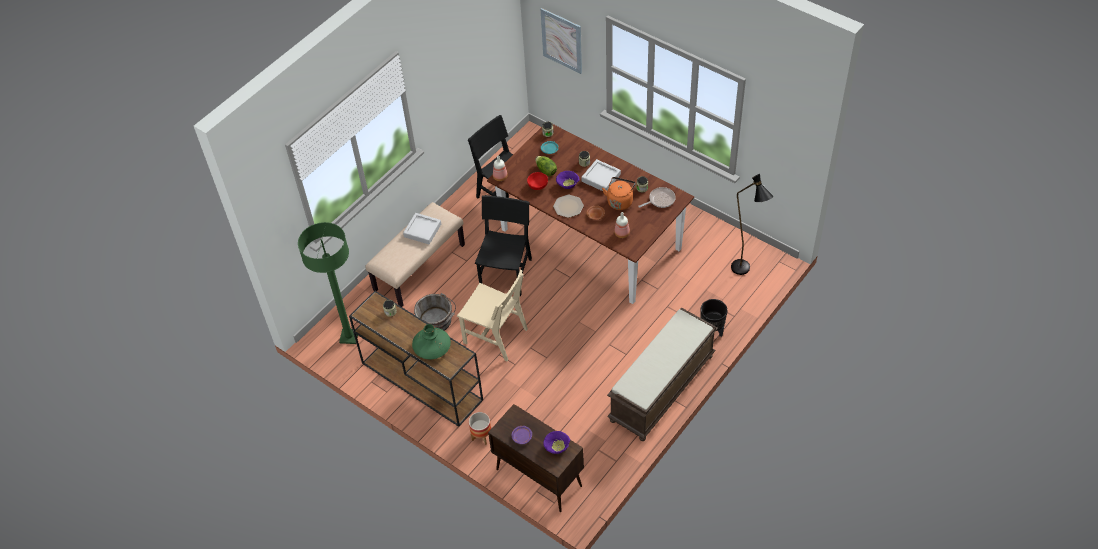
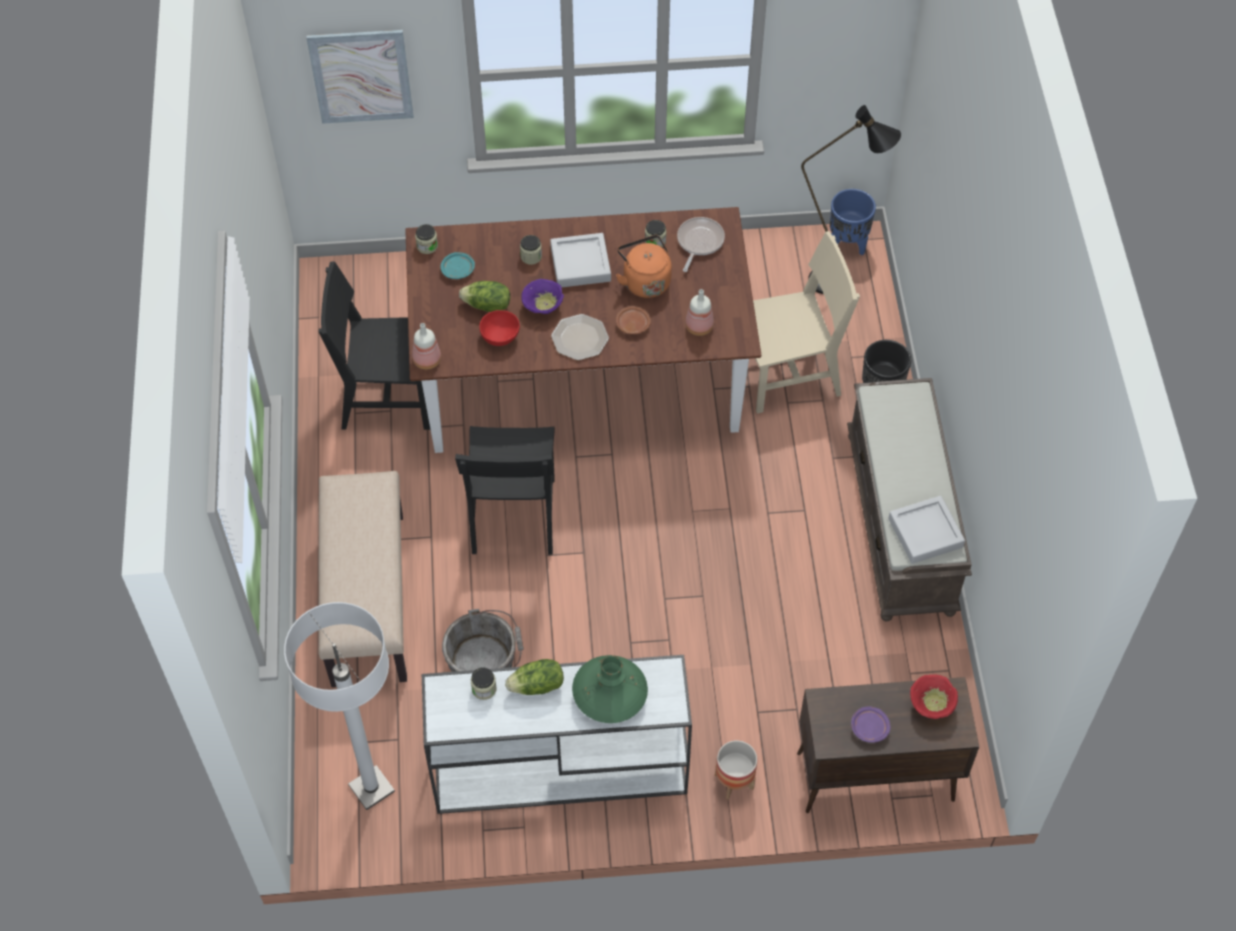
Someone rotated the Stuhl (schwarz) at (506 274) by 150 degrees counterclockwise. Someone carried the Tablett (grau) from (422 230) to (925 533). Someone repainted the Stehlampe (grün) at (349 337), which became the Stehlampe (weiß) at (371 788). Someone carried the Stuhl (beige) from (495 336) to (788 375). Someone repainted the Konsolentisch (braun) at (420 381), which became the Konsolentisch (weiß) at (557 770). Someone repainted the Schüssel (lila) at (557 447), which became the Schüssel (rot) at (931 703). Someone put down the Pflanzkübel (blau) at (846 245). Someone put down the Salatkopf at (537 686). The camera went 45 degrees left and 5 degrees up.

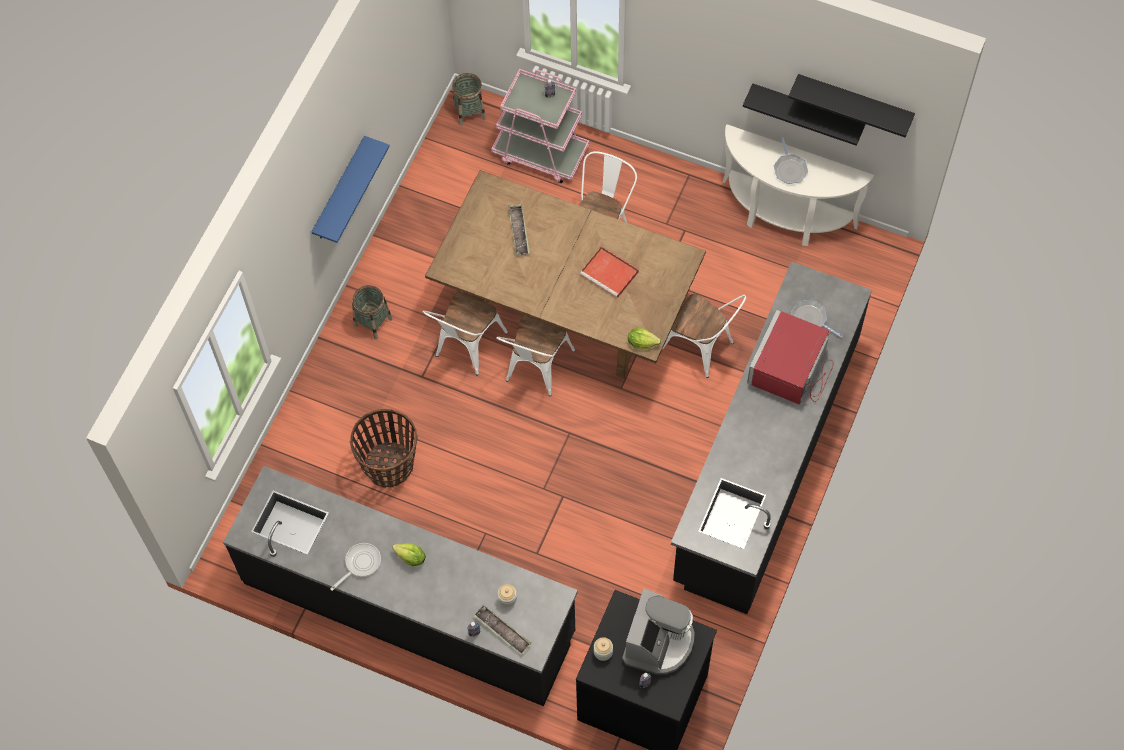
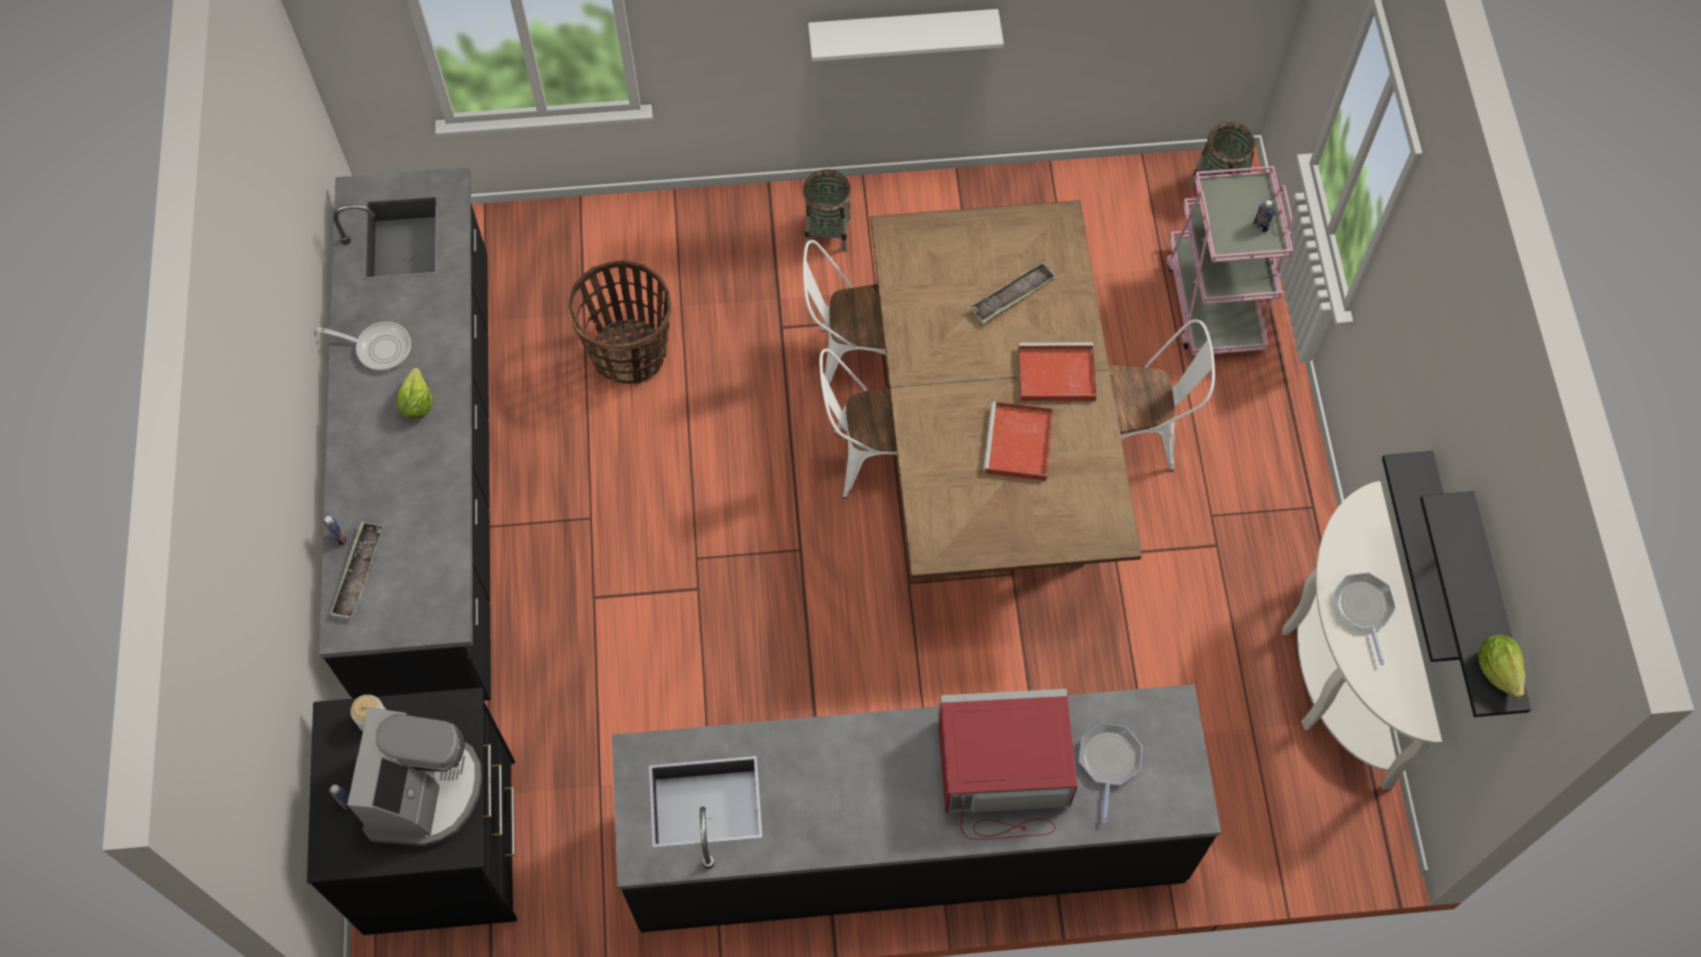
Someone repainted the Wandregal (blau) at (339 191), which became the Wandregal (weiß) at (902 31). Someone rotated the Pfanne at (789 169) by 120 degrees clockwise. Someone took away the Stuhl (weiß) at (702 349). Someone carried the Salatkopf from (642 343) to (1497 670). Someone took away the Vorratsglas at (507 599). Someone rotated the Kaffeemaschine at (658 642) by 75 degrees counterclockwise. Someone put down the Tablett (rot) at (1054 375). The camera went 60 degrees right and 0 degrees up.

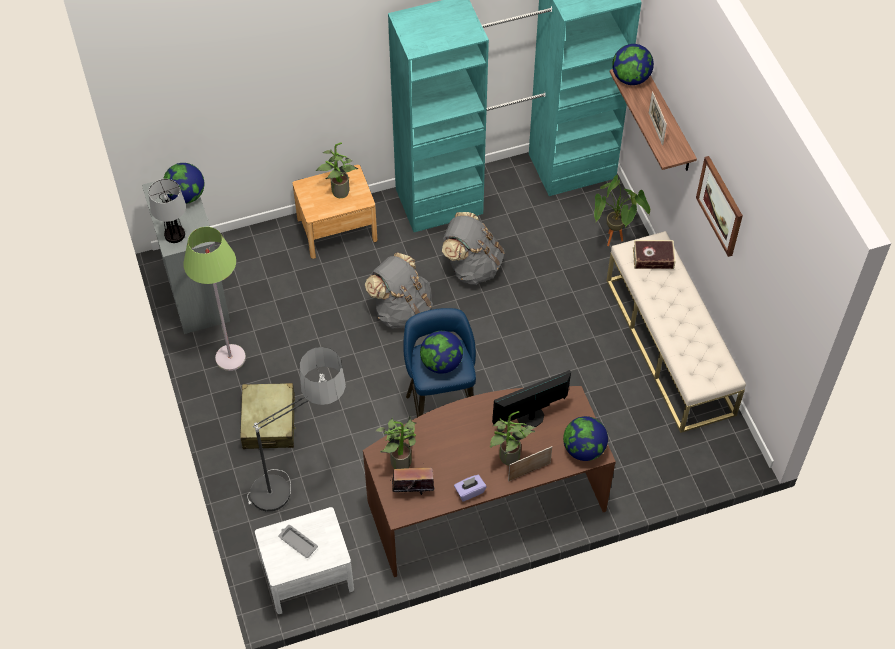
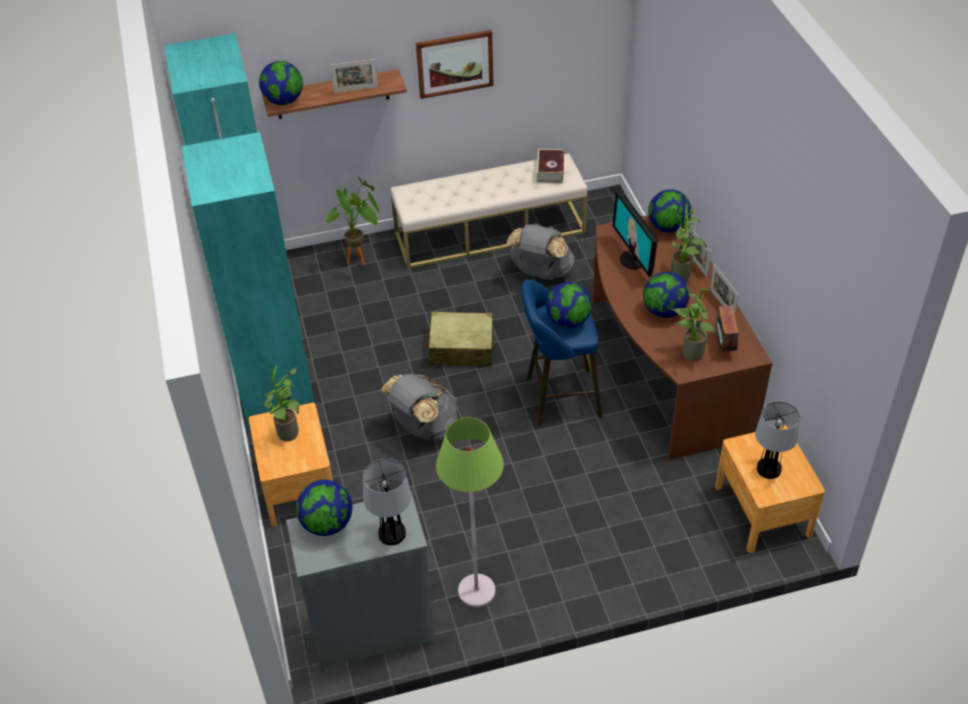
Someone carried the Rucksack (grau) from (472 266) to (541 273). Someone carried the Buch from (653 258) to (550 170). Someone took away the Stehlampe at (301 483). Someone carried the Koffer (beige) from (269 422) to (461 348). Someone swapped the Taschentuchbox (lila) at (469 491) for the Bilderrahmen at (722 304). Someone repainted the Nachttisch (weiß) at (307 575), which became the Nachttisch (braun) at (762 511). Someone swapped the Tablett (grau) at (297 542) for the Tischlampe at (769 469). Someone put down the Globus at (664 311). The camera went 85 degrees left and 10 degrees down.

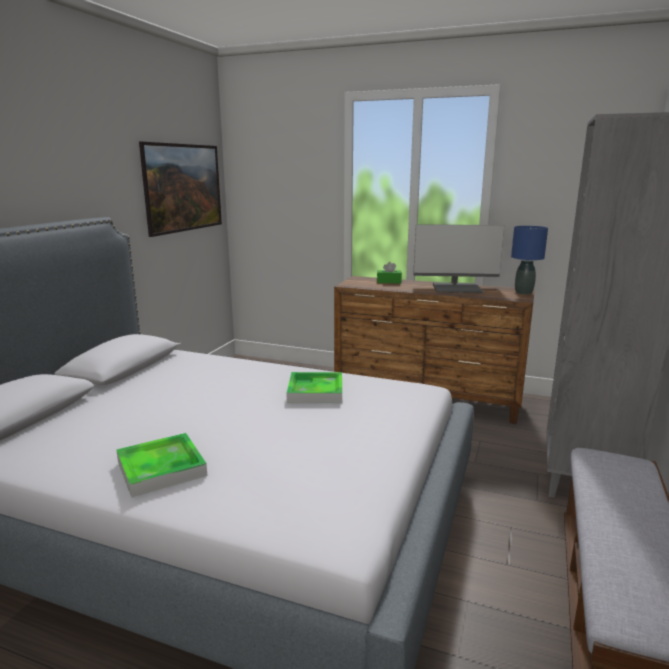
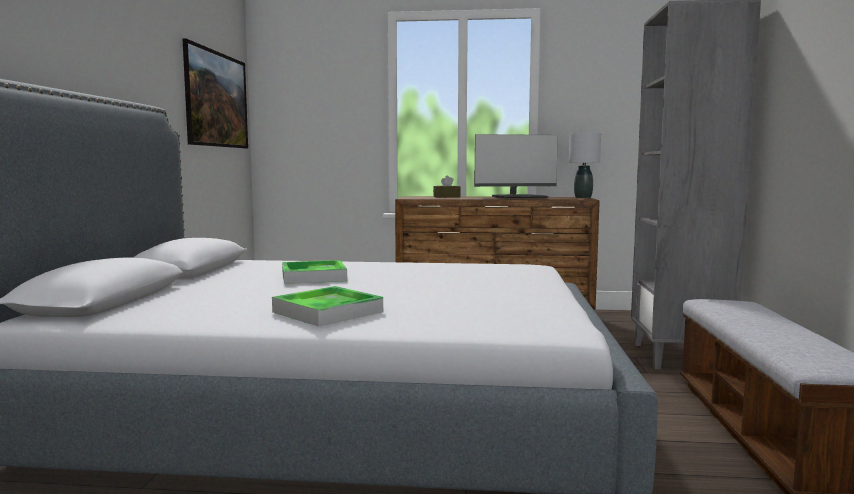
Someone repainted the Tischlampe (blau) at (524 292), which became the Tischlampe (grau) at (583 197). Someone repainted the Taschentuchbox (grün) at (389 281), which became the Taschentuchbox (braun) at (446 197). Someone carried the Tablett from (315 391) to (313 277). The camera went 15 degrees left and 10 degrees down.

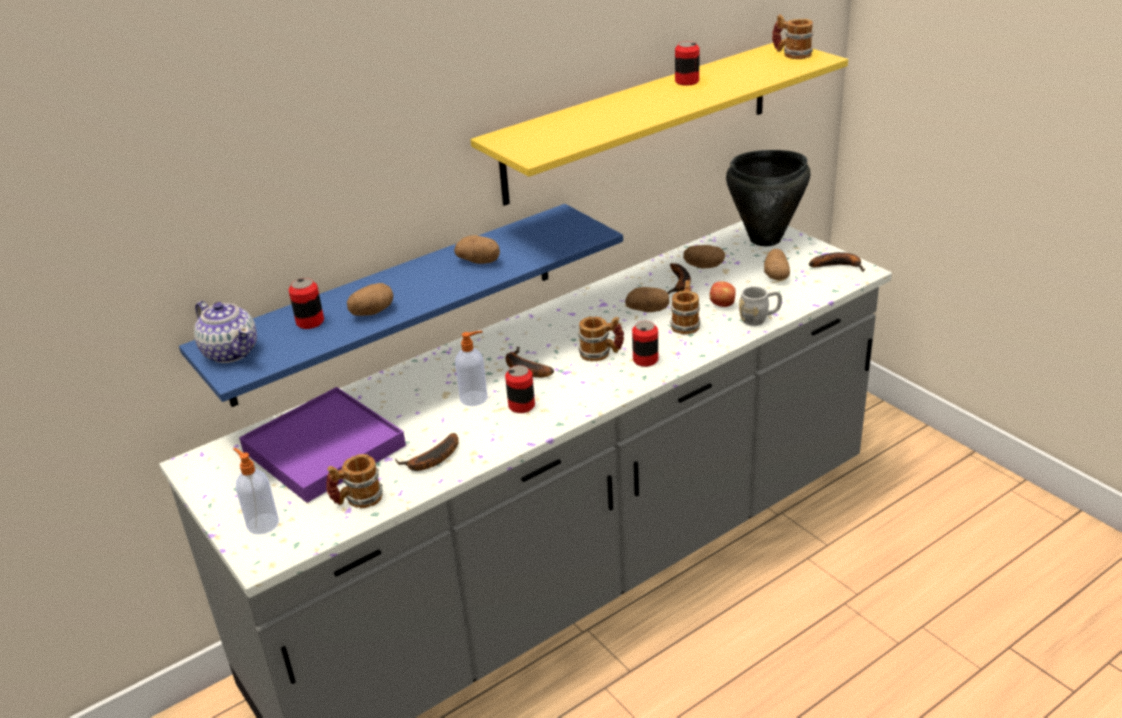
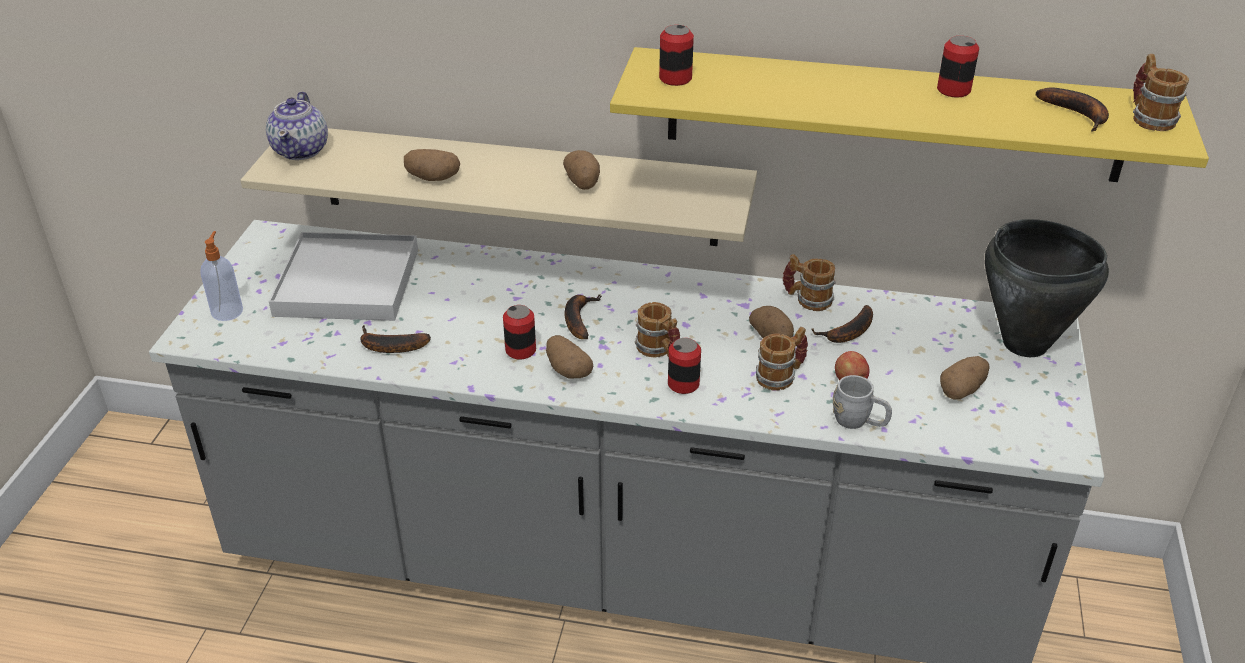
Someone repainted the Wandregal (blau) at (395 303), which became the Wandregal (beige) at (517 185). Someone carried the Kartoffel from (704 266) to (567 370). Someone carried the Banane from (839 266) to (1078 114). Someone carried the Dose from (310 322) to (675 78). Someone took away the Seifenspender at (475 398). Someone repainted the Tablett (lila) at (324 449), which became the Tablett (weiß) at (347 282). Someone carried the Henkelbecher from (357 500) to (807 299). The camera went 45 degrees right and 5 degrees up.

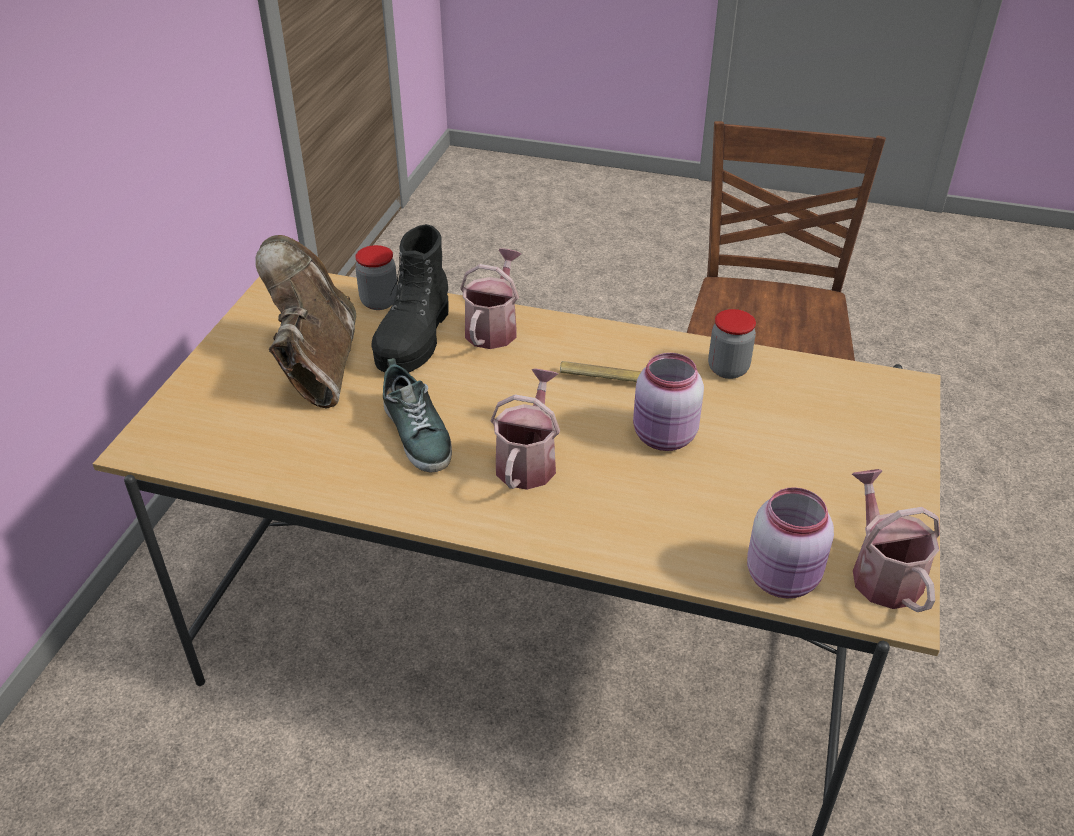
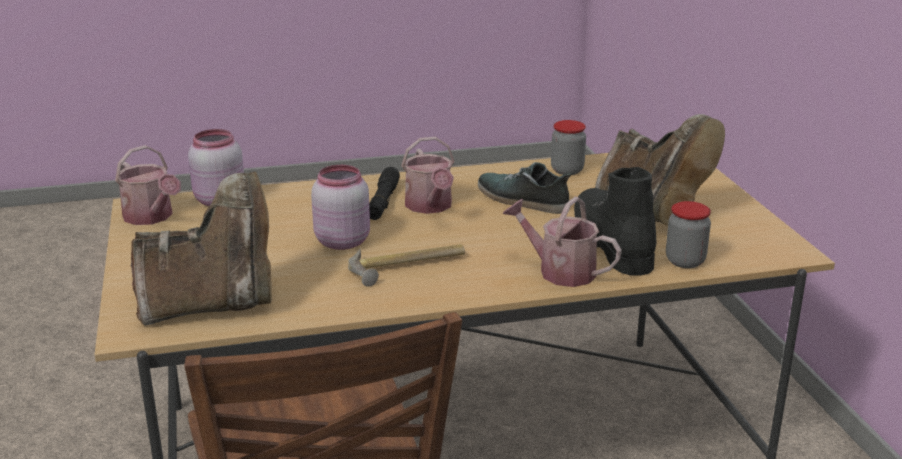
Someone rotated the Gießkanne at (493 327) by 135 degrees clockwise. Someone carried the Vorratsglas from (728 369) to (567 170). Someone put down the Taschenlampe (schwarz) at (383 202). Someone put down the Stiefel (braun) at (214 305). The camera went 150 degrees right and 15 degrees down.

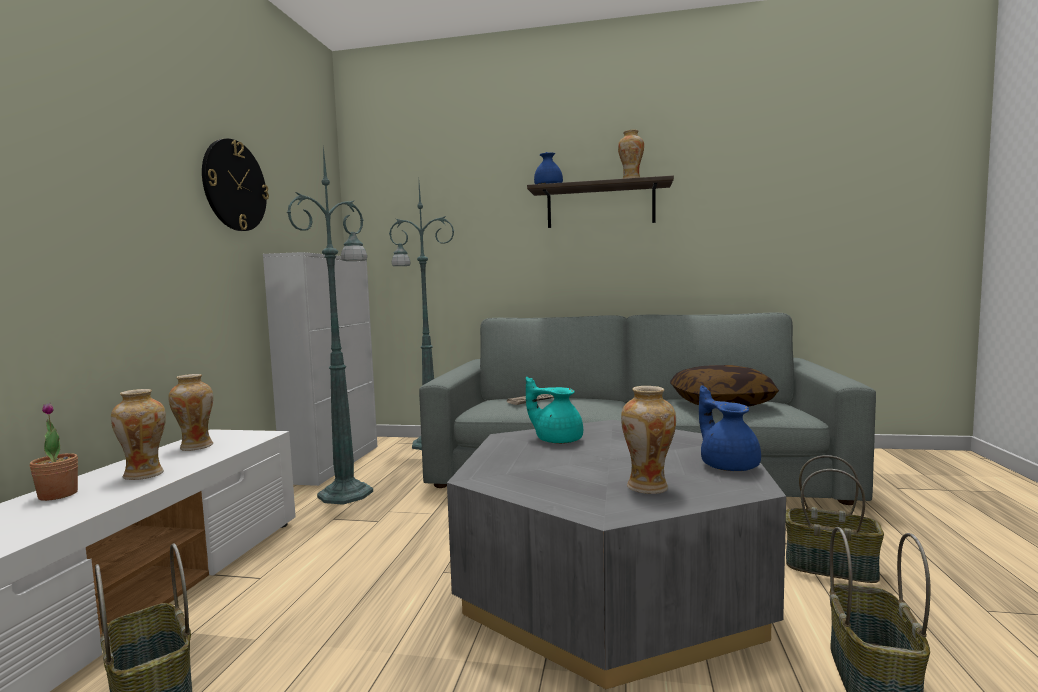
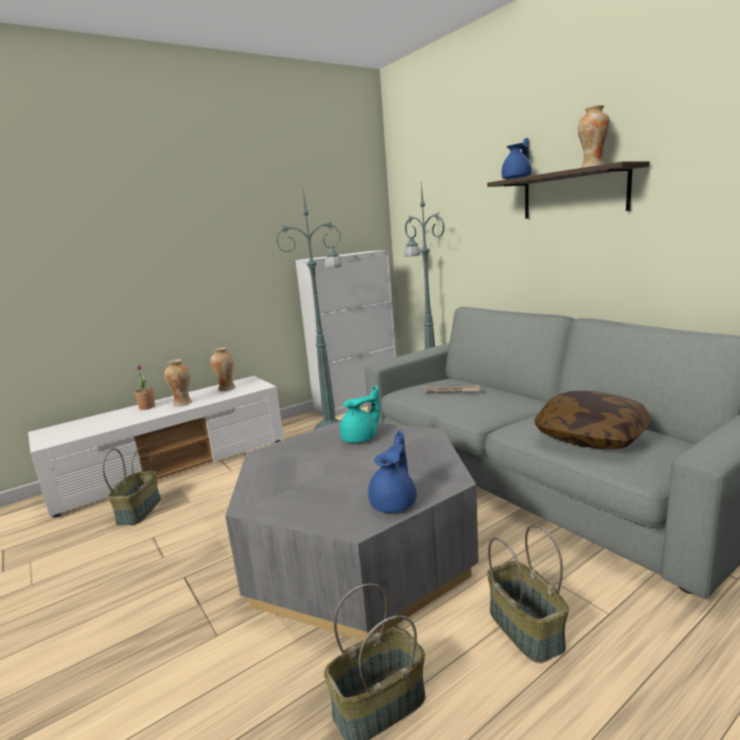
Someone took away the Wanduhr at (234 185). Someone rotated the Teekanne (türkis) at (557 440) by 75 degrees clockwise. Someone took away the Vase at (648 487). The camera went 45 degrees right and 10 degrees up.

